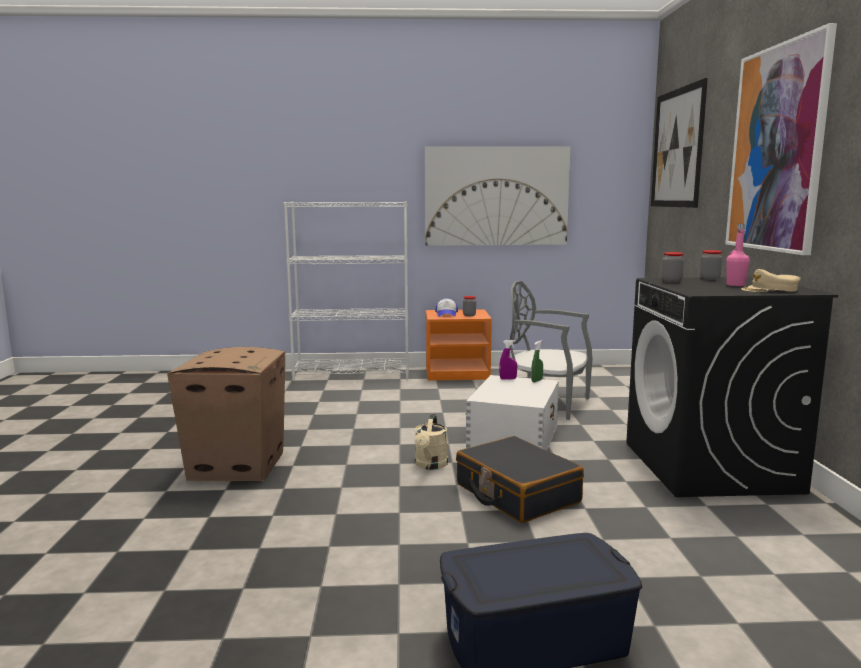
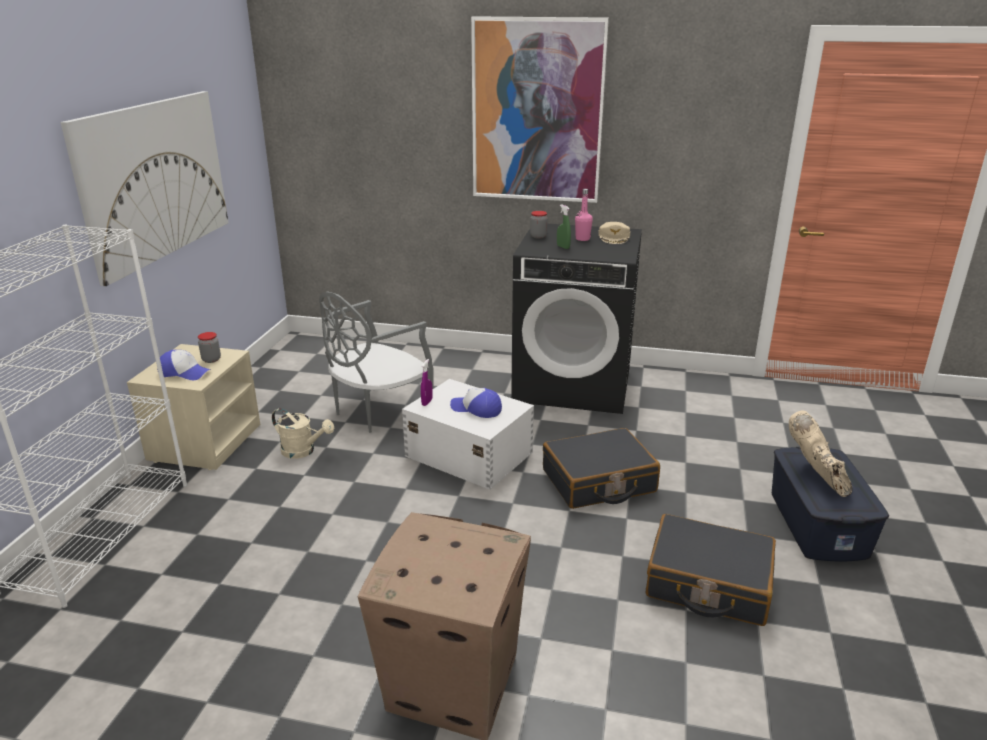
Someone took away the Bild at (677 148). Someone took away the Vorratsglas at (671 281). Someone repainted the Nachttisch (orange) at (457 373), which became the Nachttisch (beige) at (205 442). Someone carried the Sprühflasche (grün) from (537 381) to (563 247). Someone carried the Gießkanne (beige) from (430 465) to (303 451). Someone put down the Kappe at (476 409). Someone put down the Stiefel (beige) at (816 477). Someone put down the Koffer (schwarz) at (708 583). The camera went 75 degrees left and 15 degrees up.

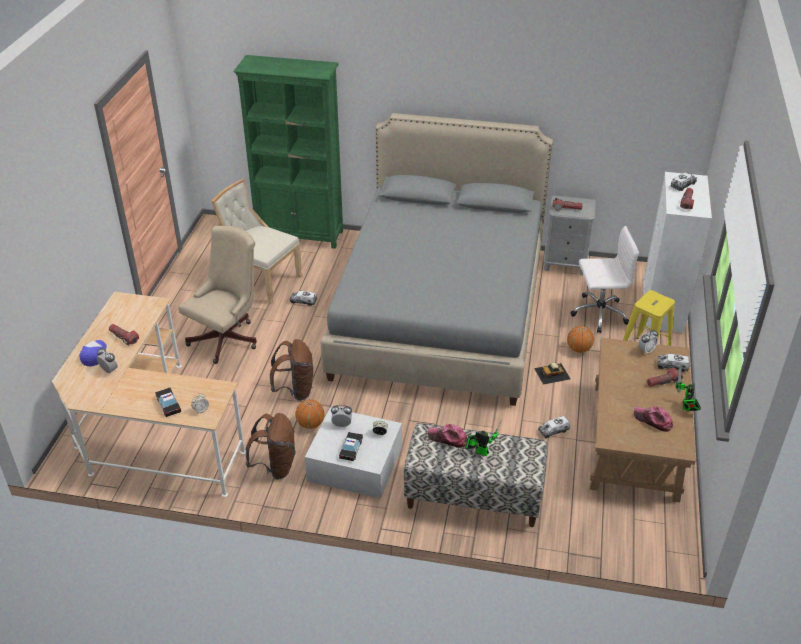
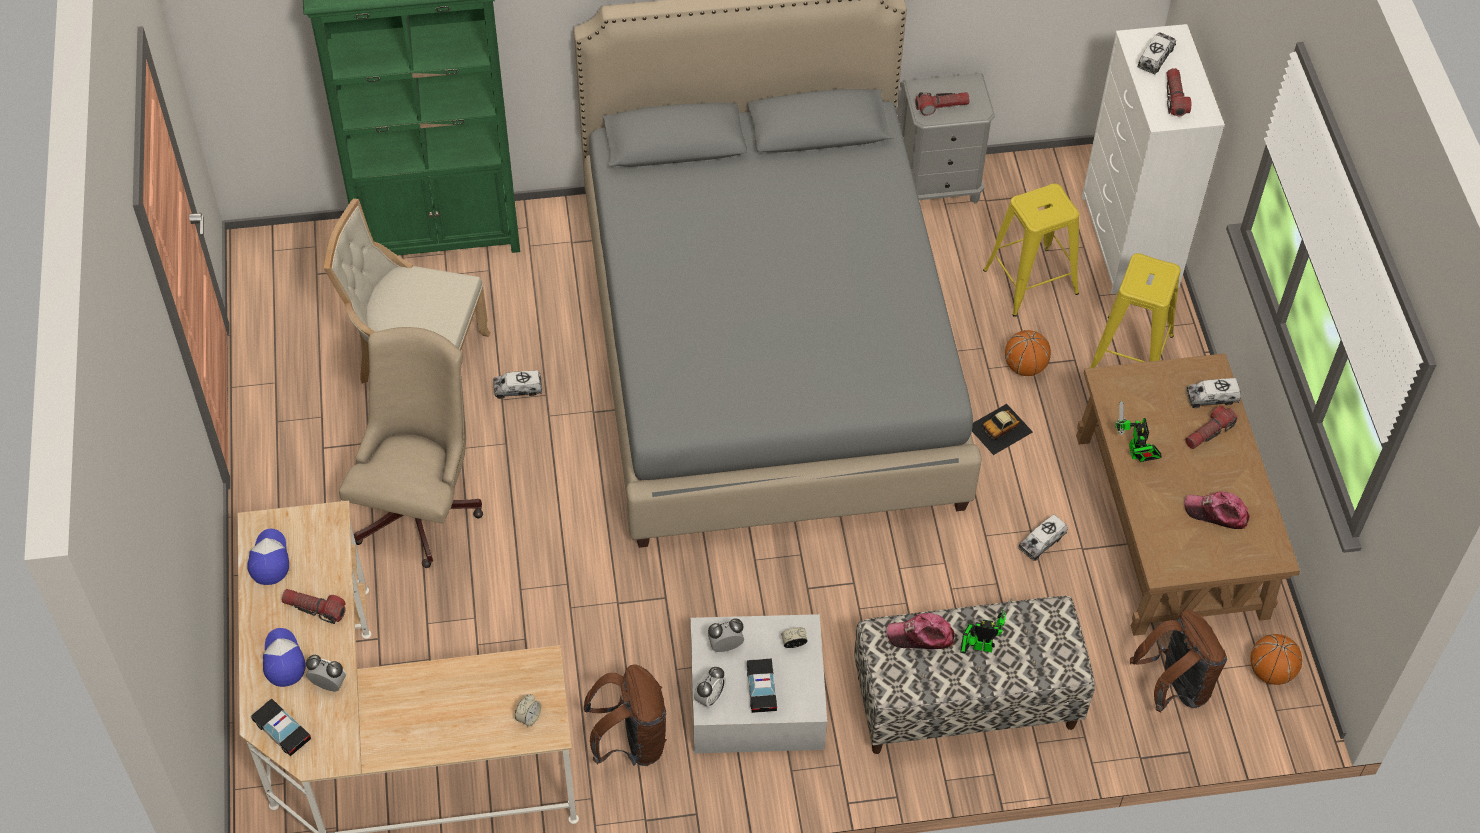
Someone swapped the Bürostuhl (weiß) at (598 313) for the Hocker (gelb) at (1030 282). Someone carried the Wecker from (646 350) to (710 698). Someone carried the Rucksack (braun) from (295 390) to (1173 687). Someone carried the Spielzeugroboter from (685 407) to (1135 454). Someone carried the Spielzeugauto from (168 405) to (282 731). Someone carried the Basketball from (310 424) to (1270 671). Someone put down the Kappe at (269 559). The camera went 20 degrees left and 15 degrees up.

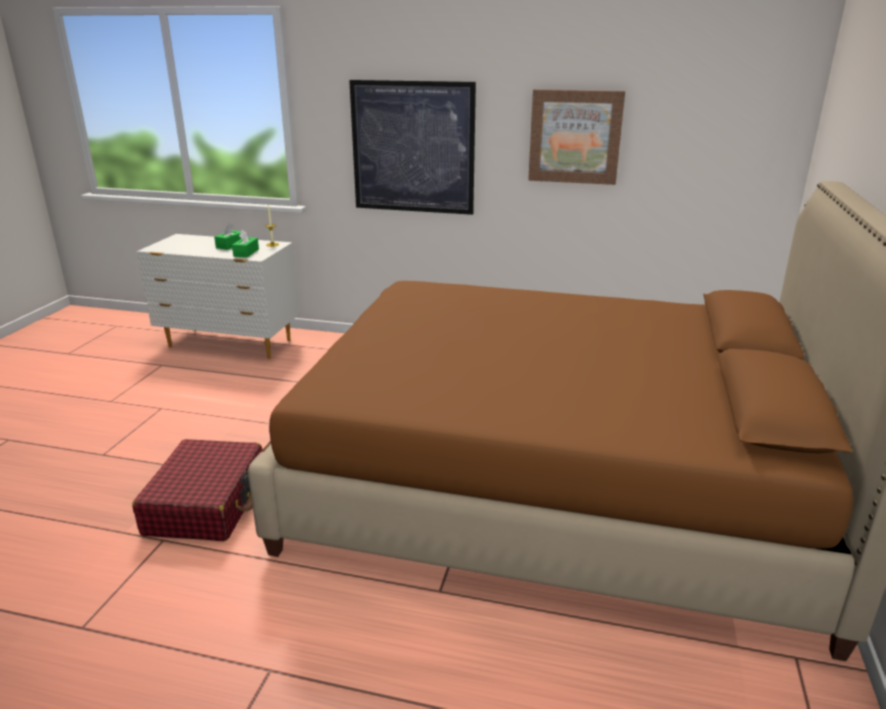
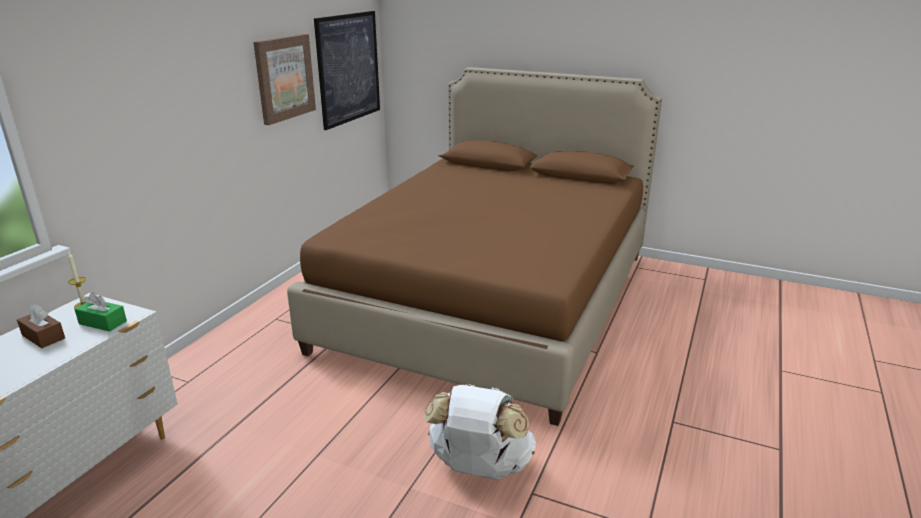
Someone carried the Bild from (413 147) to (348 68). Someone repainted the Taschentuchbox (grün) at (230 245), which became the Taschentuchbox (braun) at (43 337). Someone swapped the Koffer (rot) at (207 504) for the Rucksack (weiß) at (479 467). The camera went 80 degrees left and 0 degrees up.

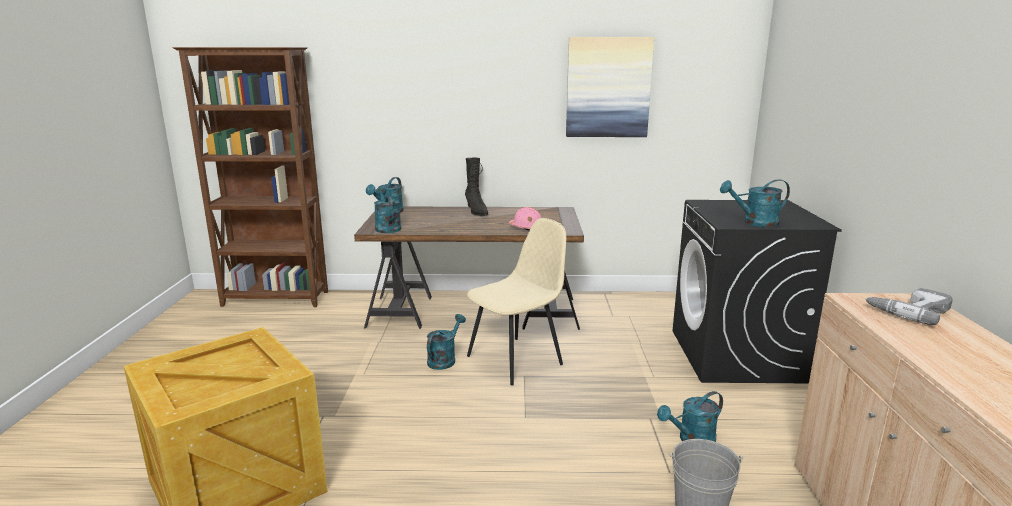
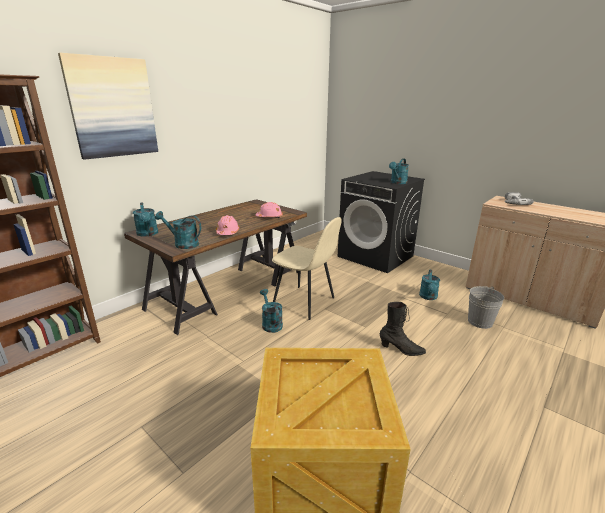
Someone carried the Bild from (608 87) to (112 108). Someone carried the Stiefel (schwarz) from (476 212) to (401 350). Someone rotated the Stuhl (beige) at (516 359) by 120 degrees clockwise. Someone put down the Schutzhelm (rosa) at (227 232). The camera went 50 degrees left and 5 degrees up.

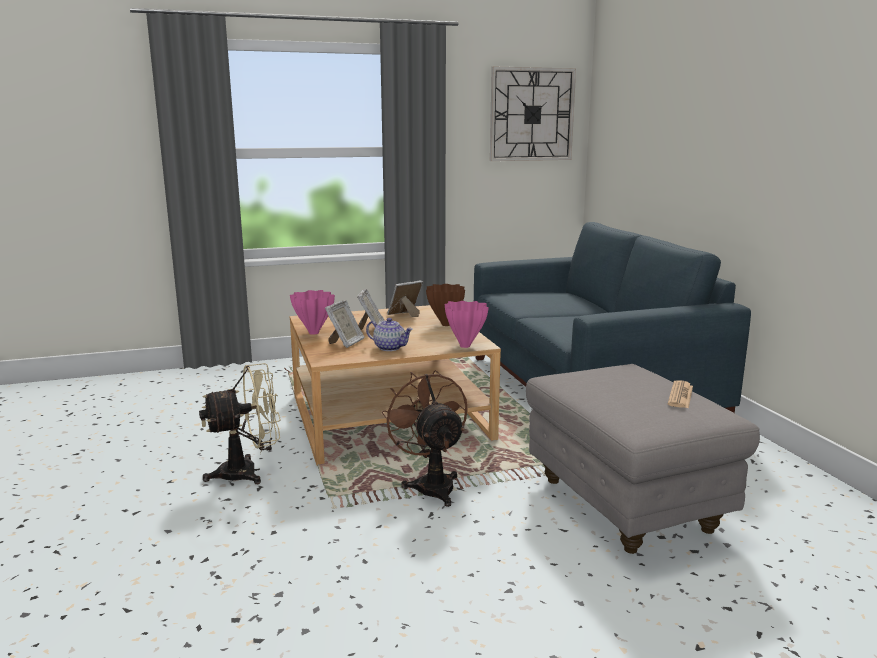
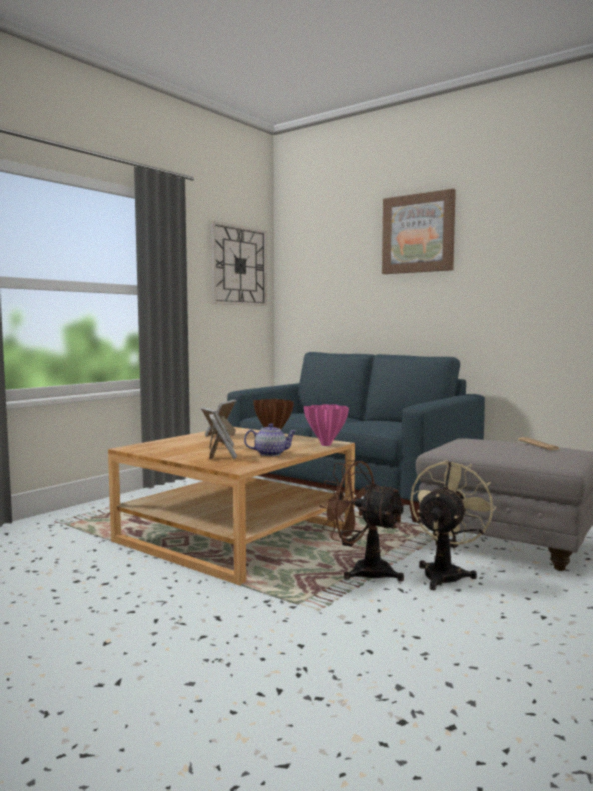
Someone took away the Vase (rosa) at (314 332). Someone carried the Ventilator (beige) from (248 472) to (446 574). Someone put up the Bild at (418 233). The camera went 35 degrees left and 10 degrees down.

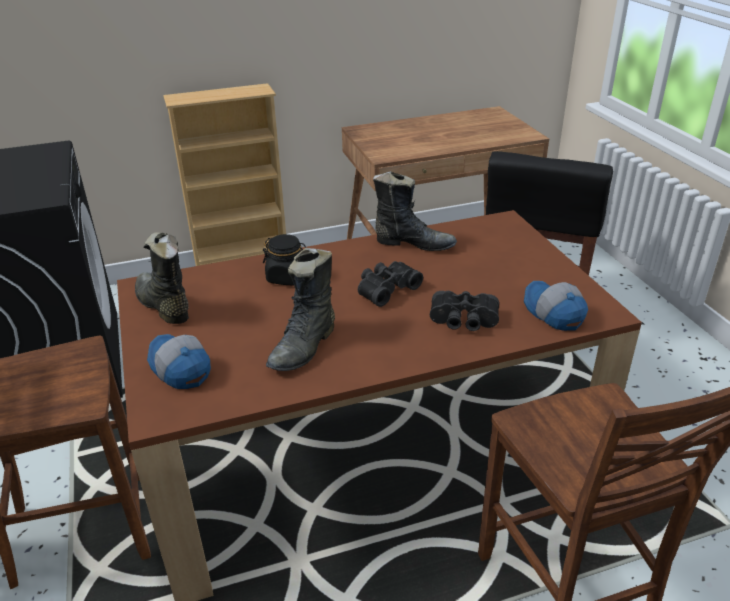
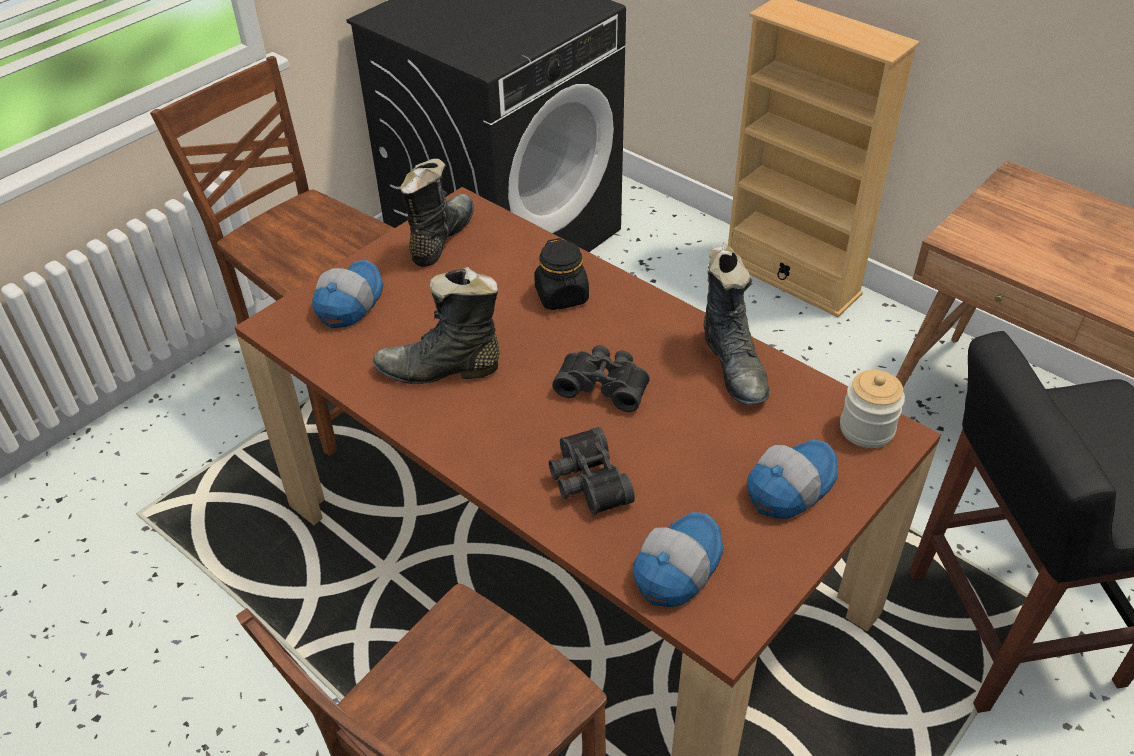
Someone put down the Vorratsglas at (866 429). Someone put down the Kappe at (789 486). The camera went 60 degrees right and 10 degrees up.

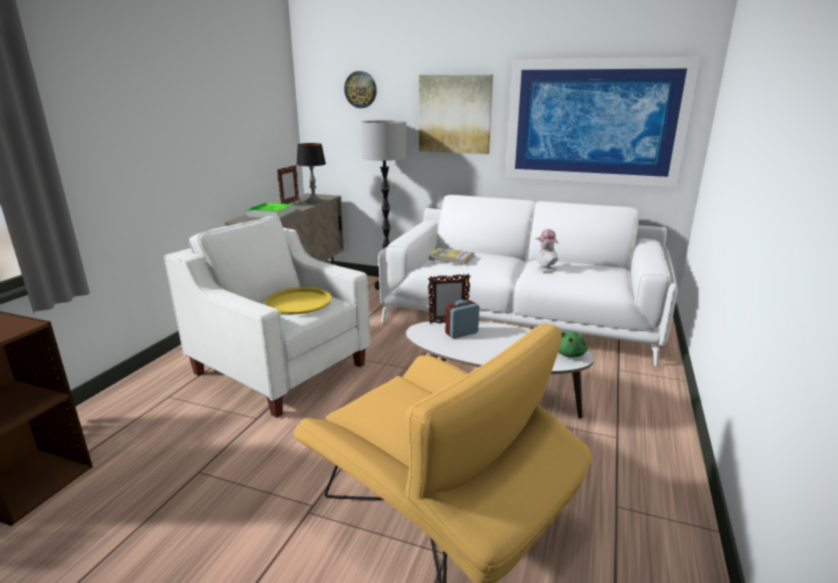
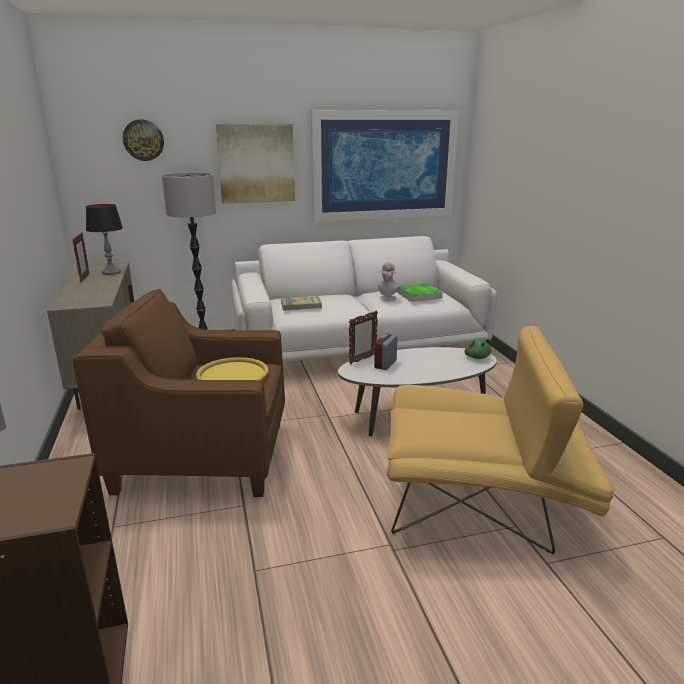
Someone carried the Tablett from (271 213) to (419 295). Someone repainted the Sessel (weiß) at (281 368), which became the Sessel (braun) at (203 456). The camera went 35 degrees left and 0 degrees up.

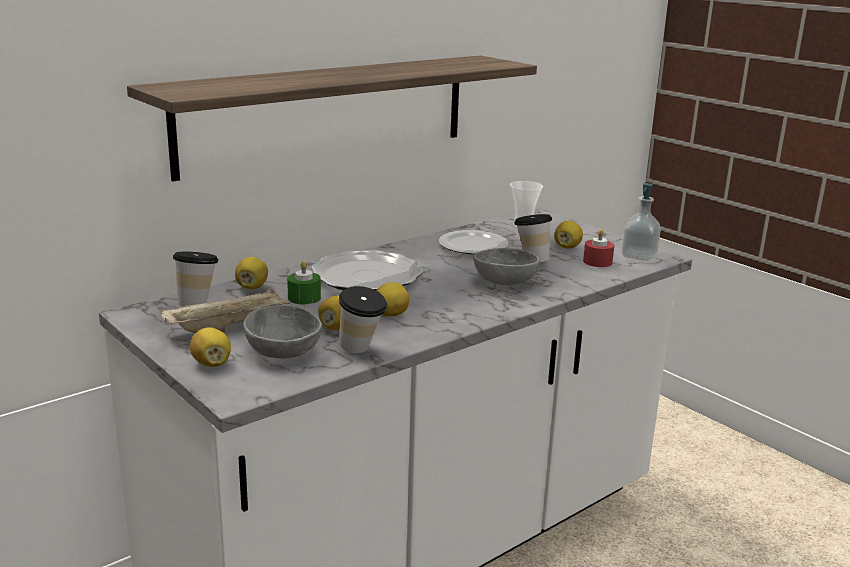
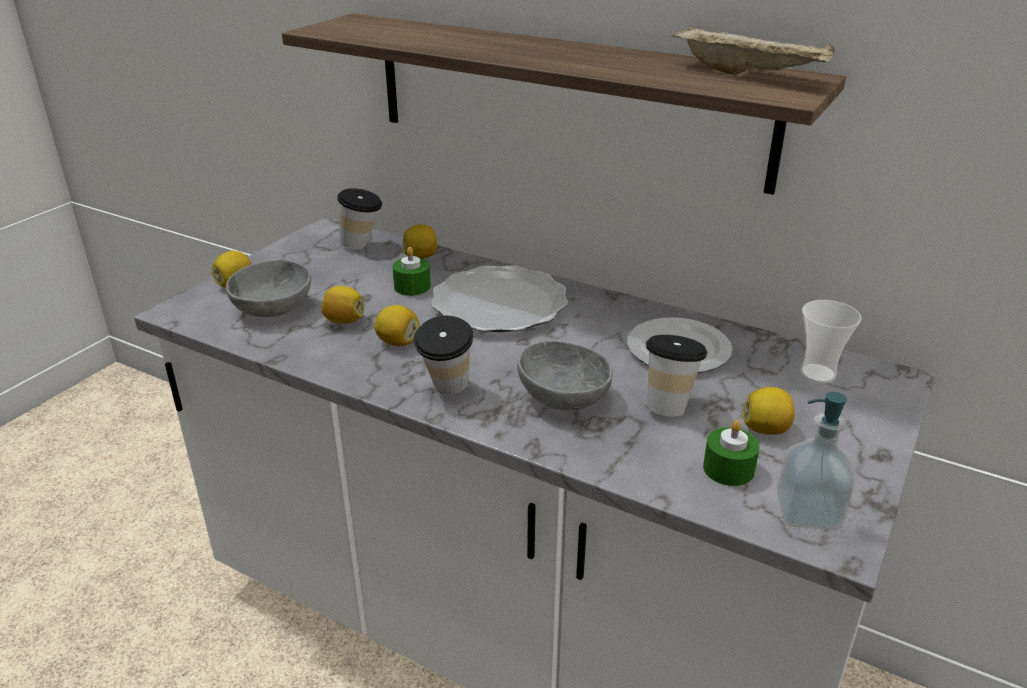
Someone repainted the Kerze (rot) at (597 262), which became the Kerze (grün) at (728 469). Someone carried the Tasse from (361 350) to (447 391). Someone carried the Tablett (beige) from (228 327) to (750 74). The camera went 70 degrees right and 10 degrees up.

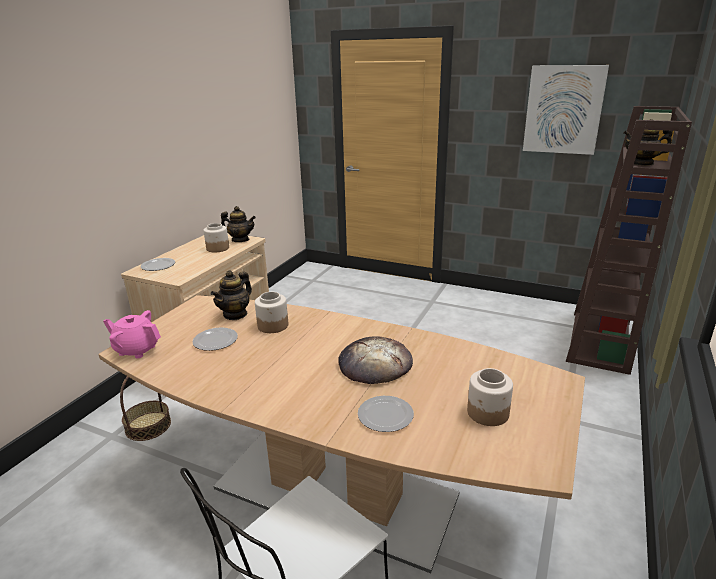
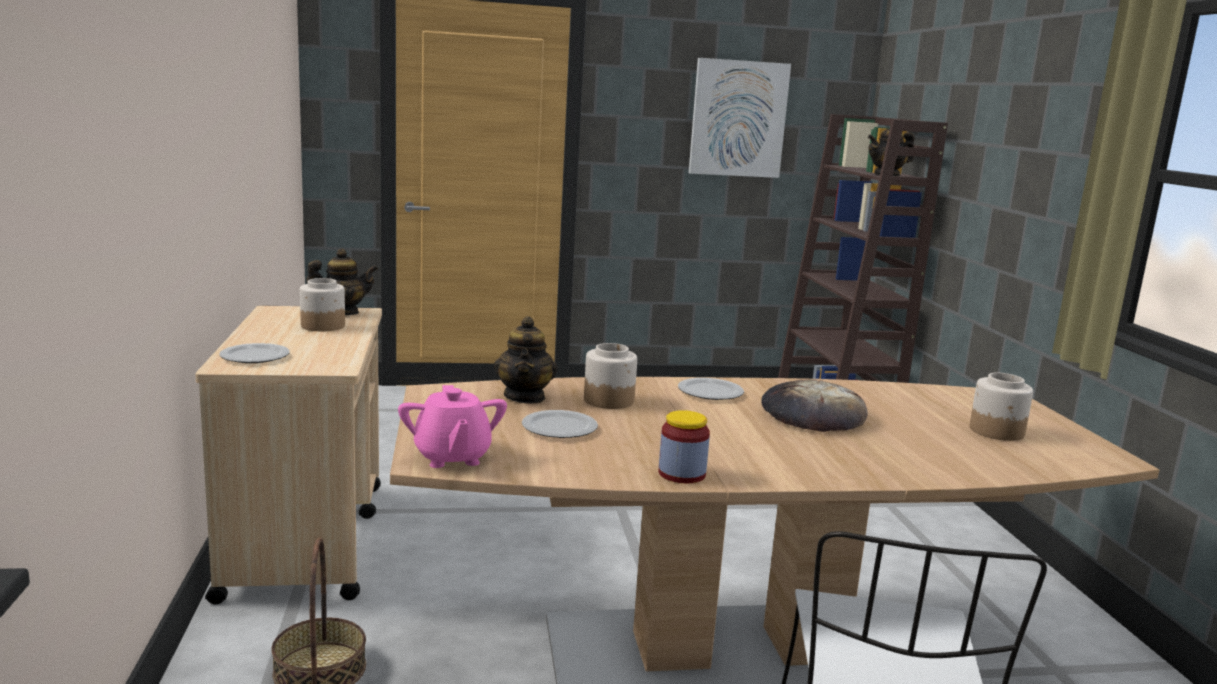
Someone rotated the Teekanne (rosa) at (137 349) by 90 degrees counterclockwise. Someone carried the Teller from (385 415) to (709 392). Someone put down the Vorratsglas at (682 474). The camera went 35 degrees left and 10 degrees down.

